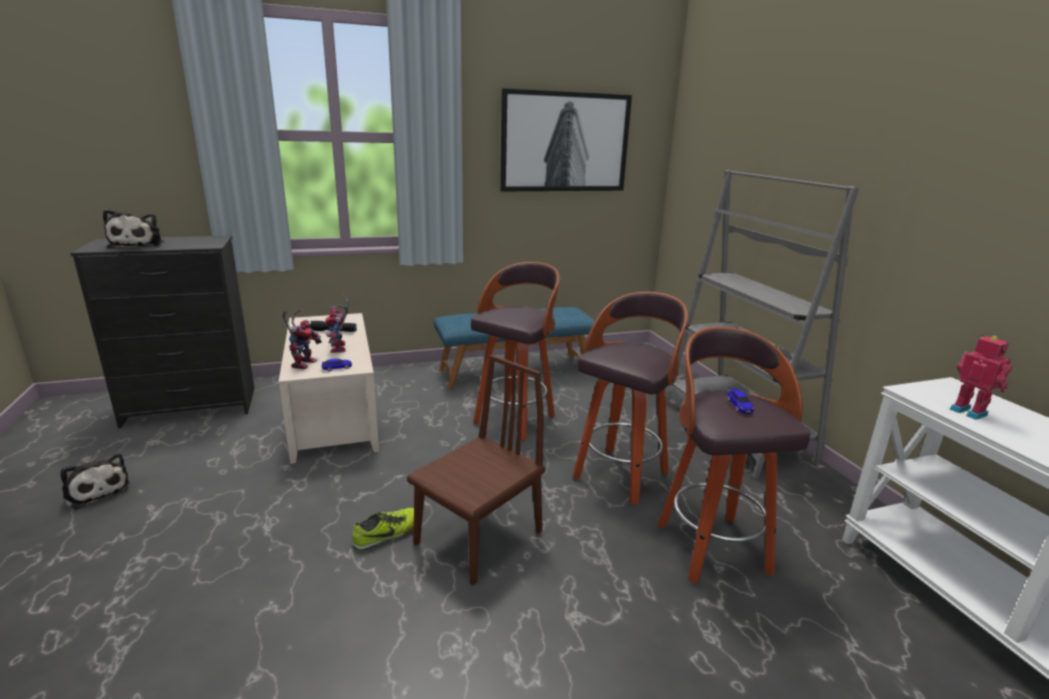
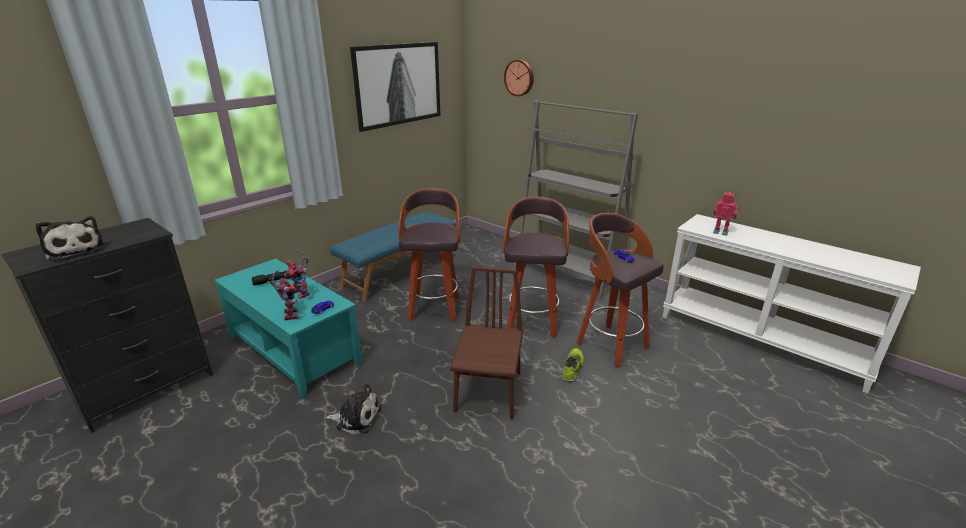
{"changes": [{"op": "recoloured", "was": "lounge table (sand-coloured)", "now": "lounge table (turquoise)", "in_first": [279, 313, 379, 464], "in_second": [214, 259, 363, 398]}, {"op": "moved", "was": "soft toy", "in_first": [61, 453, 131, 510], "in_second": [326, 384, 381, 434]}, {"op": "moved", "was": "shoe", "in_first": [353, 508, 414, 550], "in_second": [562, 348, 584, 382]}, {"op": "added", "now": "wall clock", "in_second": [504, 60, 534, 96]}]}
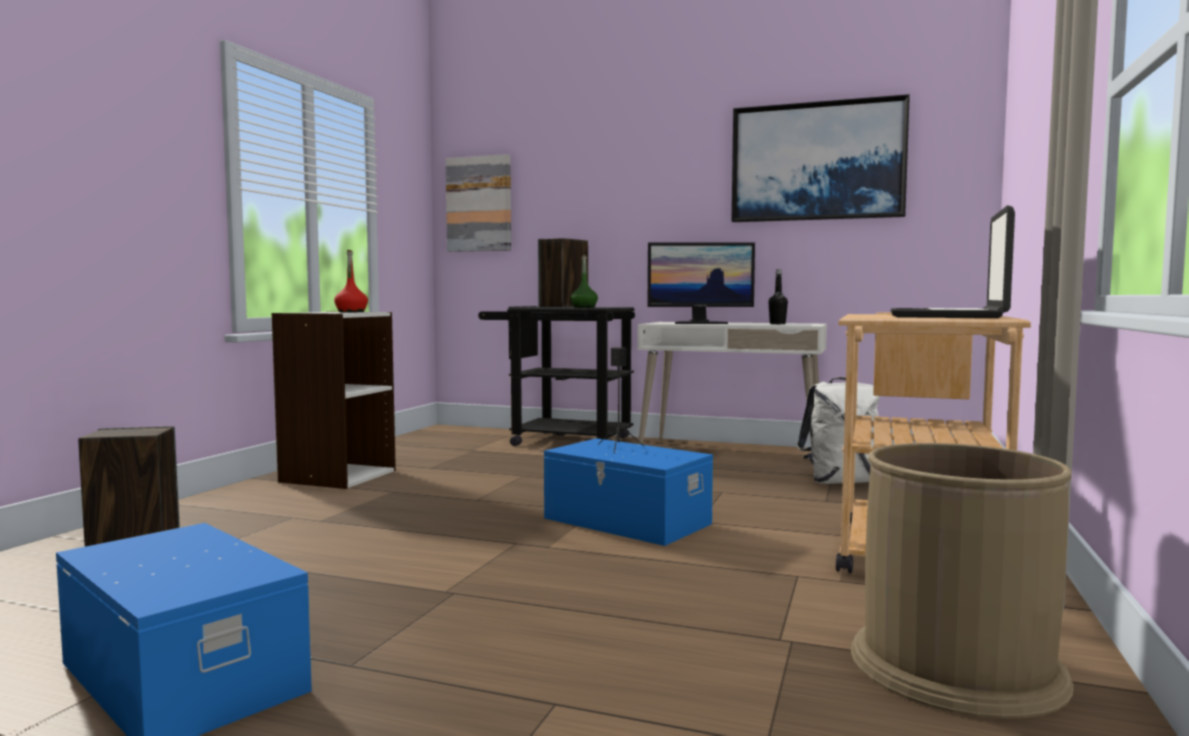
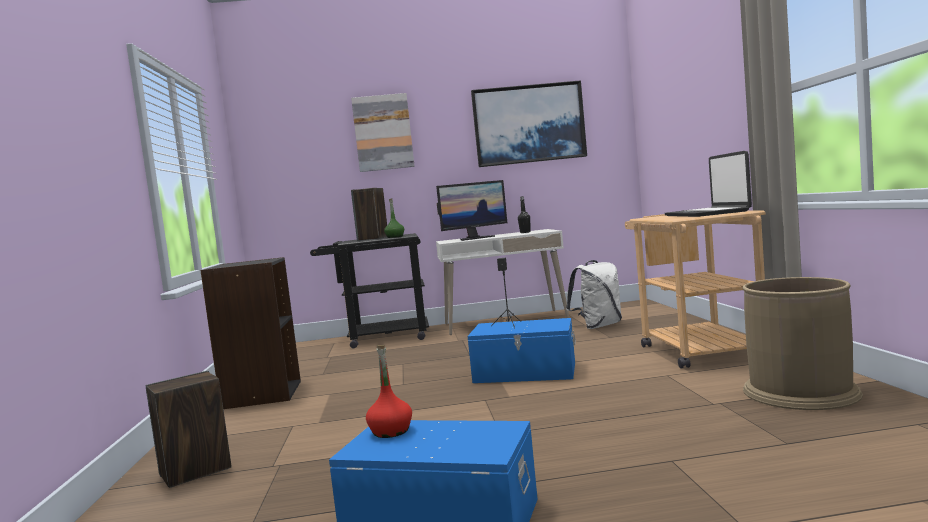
{"changes": [{"op": "moved", "was": "wall art", "in_first": [445, 154, 511, 252], "in_second": [351, 93, 414, 172]}, {"op": "moved", "was": "drink bottle (red-coloured)", "in_first": [334, 250, 368, 312], "in_second": [366, 345, 412, 438]}, {"op": "recoloured", "was": "shelving unit (white-coloured)", "now": "shelving unit (black-coloured)", "in_first": [272, 312, 396, 489], "in_second": [200, 257, 301, 409]}]}
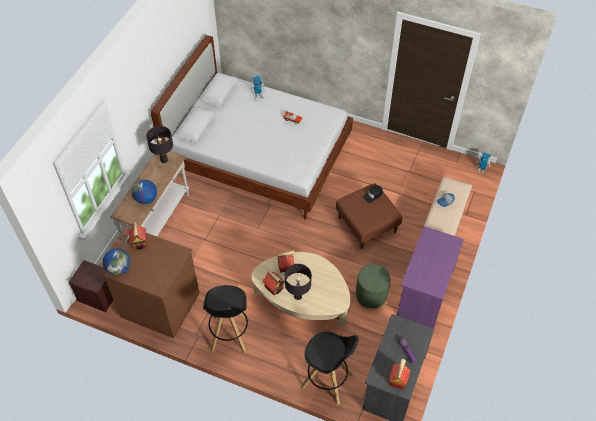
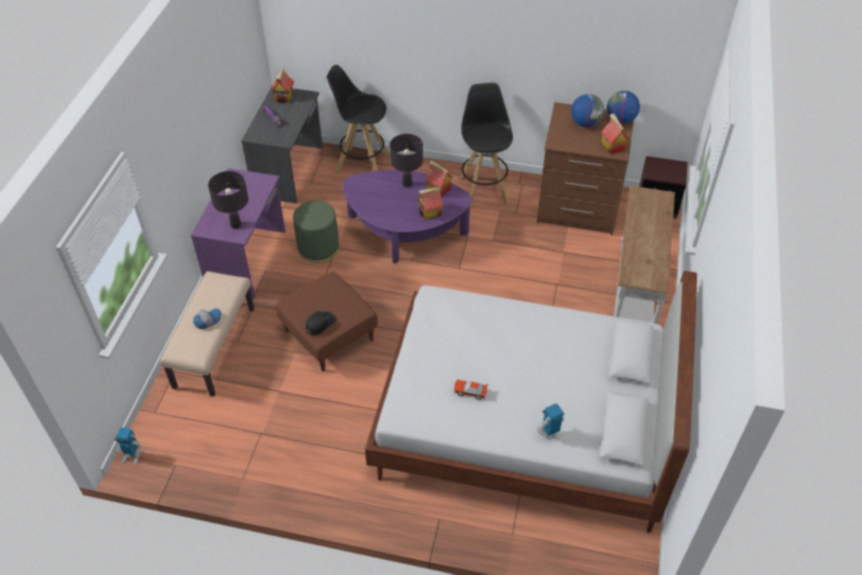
{"changes": [{"op": "moved", "was": "table lamp (black-coloured)", "in_first": [146, 126, 173, 163], "in_second": [208, 171, 249, 229]}, {"op": "moved", "was": "world globe", "in_first": [132, 180, 157, 204], "in_second": [571, 94, 604, 127]}, {"op": "recoloured", "was": "lounge table (sand-coloured)", "now": "lounge table (purplish)", "in_first": [251, 252, 350, 326], "in_second": [343, 170, 472, 263]}]}
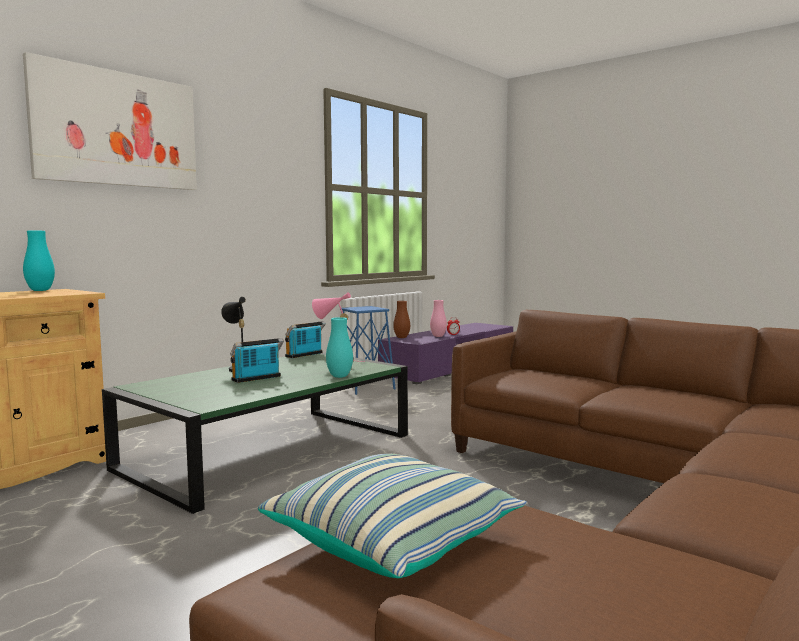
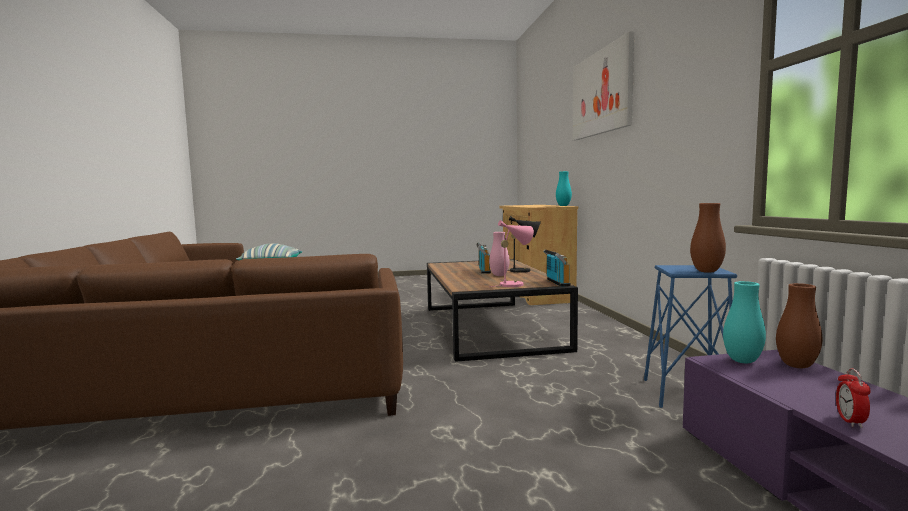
{"changes": [{"op": "moved", "was": "vase (pink)", "in_first": [430, 300, 447, 337], "in_second": [489, 232, 510, 276]}, {"op": "moved", "was": "vase (turquoise)", "in_first": [326, 317, 353, 378], "in_second": [723, 281, 766, 363]}, {"op": "recoloured", "was": "lounge table (green-coloured)", "now": "lounge table (brown-coloured)", "in_first": [102, 352, 408, 514], "in_second": [427, 259, 578, 362]}, {"op": "added", "now": "vase (brown-coloured)", "in_second": [690, 203, 726, 273]}]}
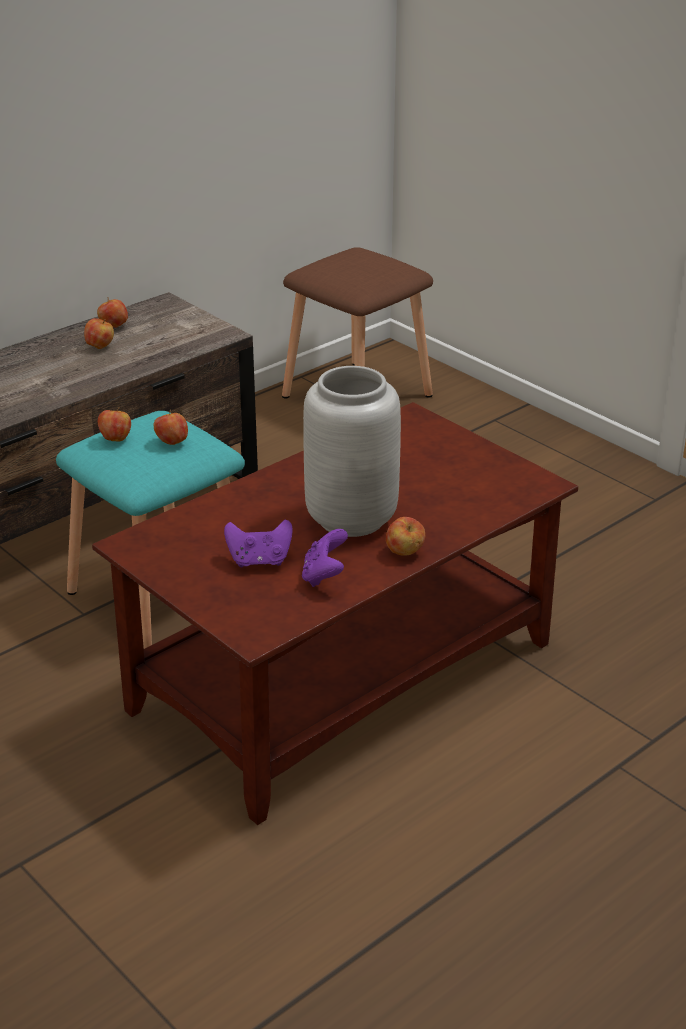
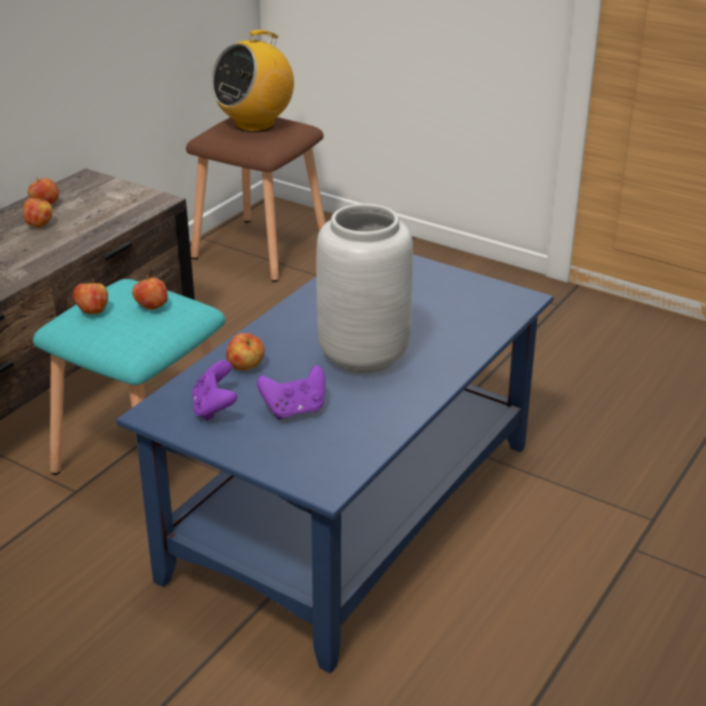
{"changes": [{"op": "recoloured", "was": "lounge table (brown-coloured)", "now": "lounge table (blue)", "in_first": [92, 402, 578, 825], "in_second": [116, 254, 554, 673]}, {"op": "moved", "was": "apple fruit", "in_first": [386, 517, 425, 556], "in_second": [226, 333, 265, 370]}, {"op": "moved", "was": "gamepad (purplish)", "in_first": [302, 529, 348, 587], "in_second": [192, 360, 237, 421]}, {"op": "added", "now": "radio receiver", "in_second": [211, 30, 294, 132]}]}
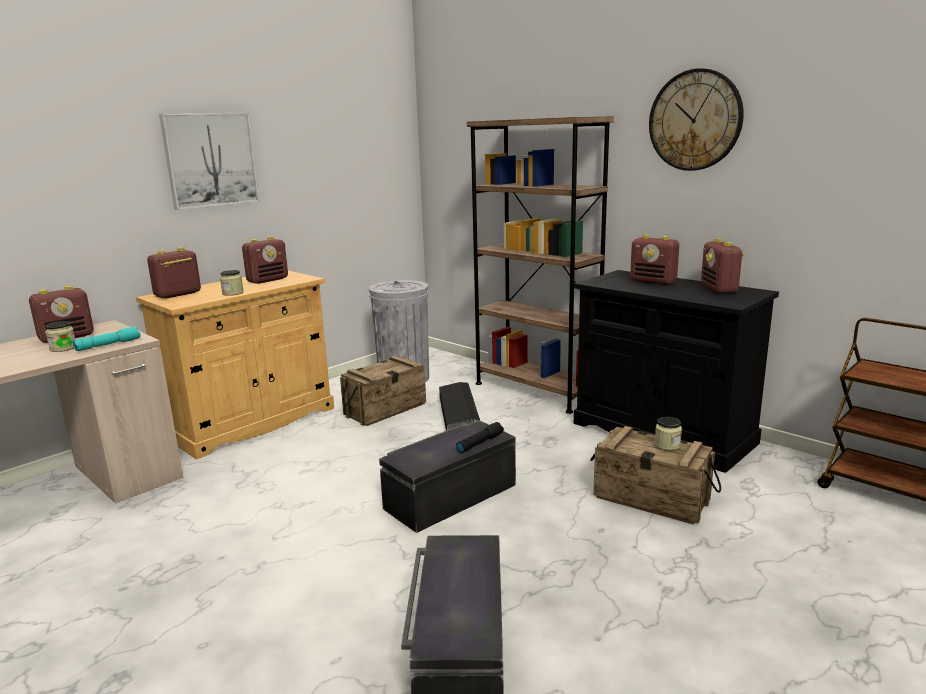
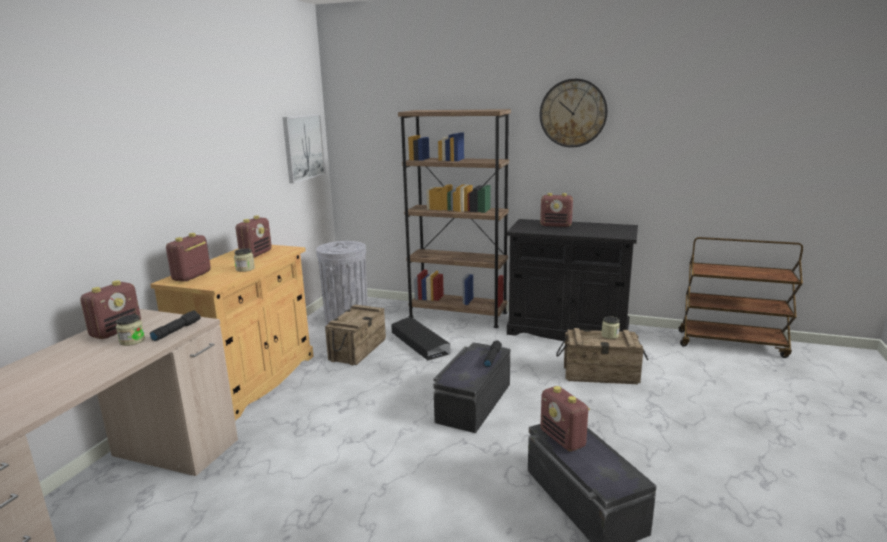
{"changes": [{"op": "moved", "was": "wall art", "in_first": [159, 113, 260, 210], "in_second": [282, 114, 326, 183]}, {"op": "moved", "was": "radio receiver", "in_first": [701, 238, 745, 293], "in_second": [540, 386, 590, 452]}, {"op": "recoloured", "was": "torch (turquoise)", "now": "torch (black-coloured)", "in_first": [73, 327, 141, 351], "in_second": [150, 310, 201, 341]}]}
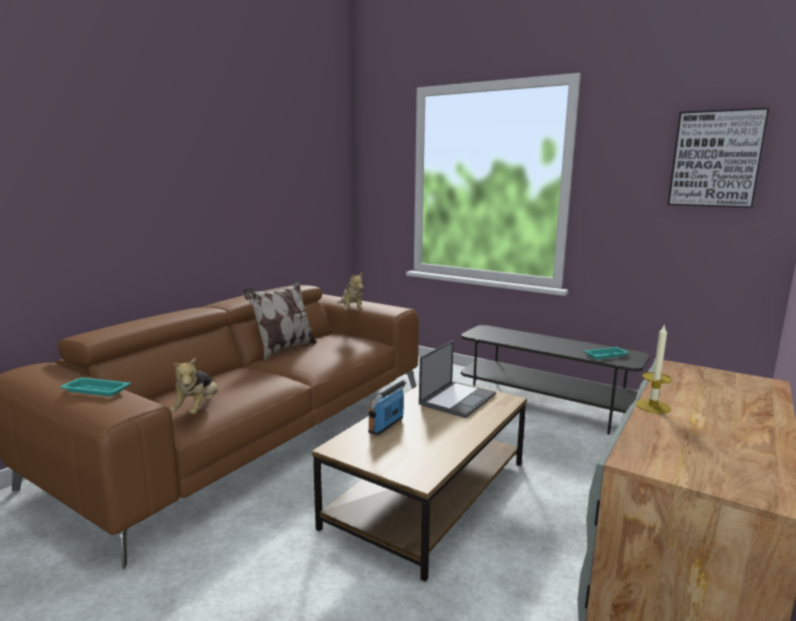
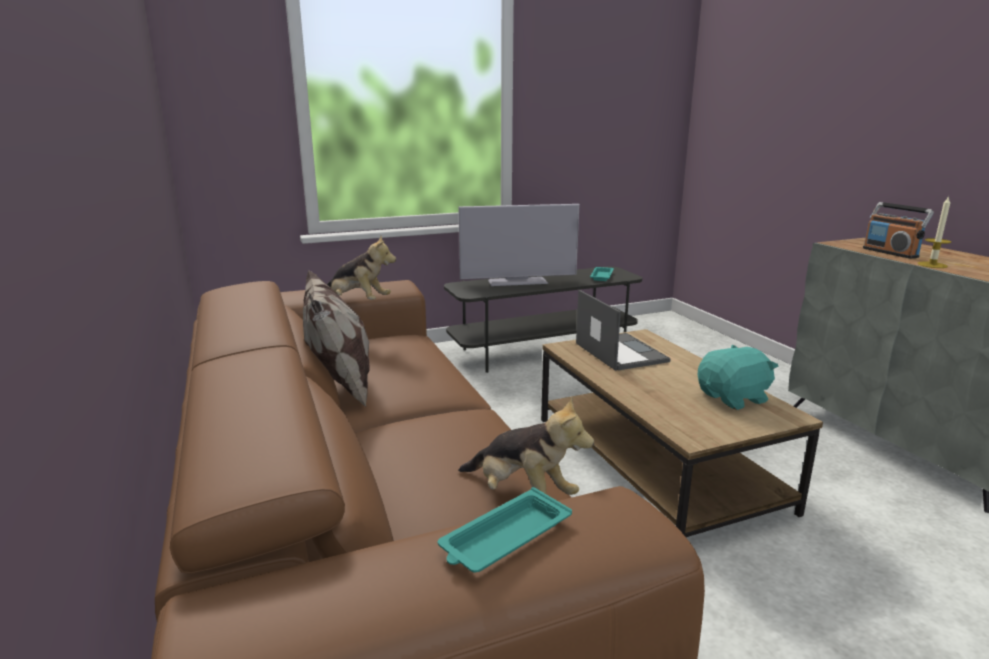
{"changes": [{"op": "removed", "was": "wall art", "in_first": [668, 108, 769, 208]}, {"op": "moved", "was": "radio receiver", "in_first": [368, 380, 407, 435], "in_second": [863, 202, 934, 259]}, {"op": "added", "now": "TV", "in_second": [458, 204, 580, 286]}, {"op": "added", "now": "soft toy (turquoise)", "in_second": [698, 344, 778, 410]}]}
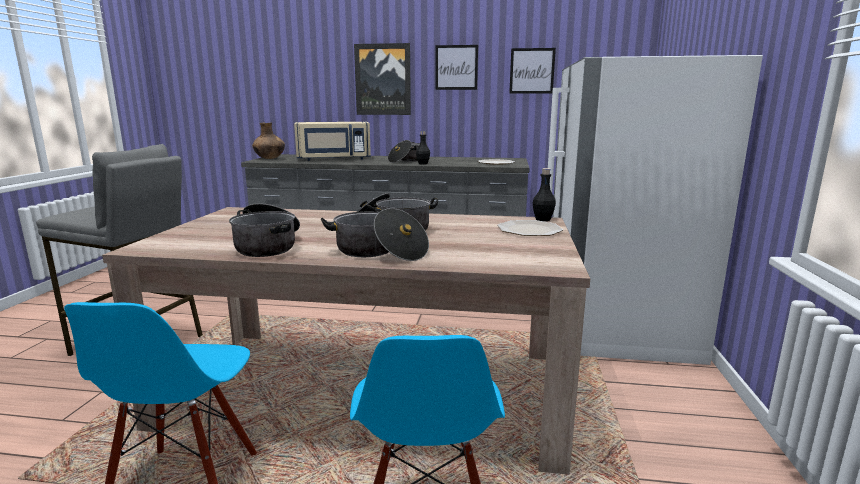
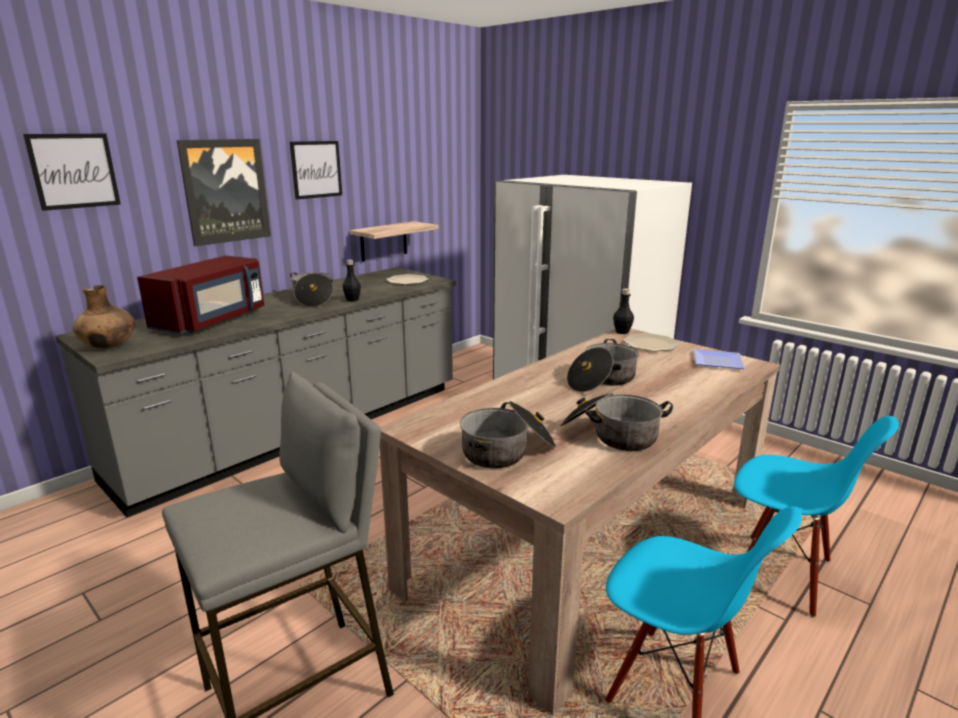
{"changes": [{"op": "moved", "was": "wall art", "in_first": [509, 48, 556, 94], "in_second": [23, 134, 121, 211]}, {"op": "recoloured", "was": "microwave oven (sand-coloured)", "now": "microwave oven (red-coloured)", "in_first": [294, 122, 371, 161], "in_second": [137, 255, 264, 334]}, {"op": "moved", "was": "stockpot", "in_first": [321, 208, 429, 261], "in_second": [460, 401, 556, 469]}, {"op": "added", "now": "shelf", "in_second": [350, 221, 439, 262]}, {"op": "added", "now": "plate", "in_second": [694, 349, 745, 369]}]}
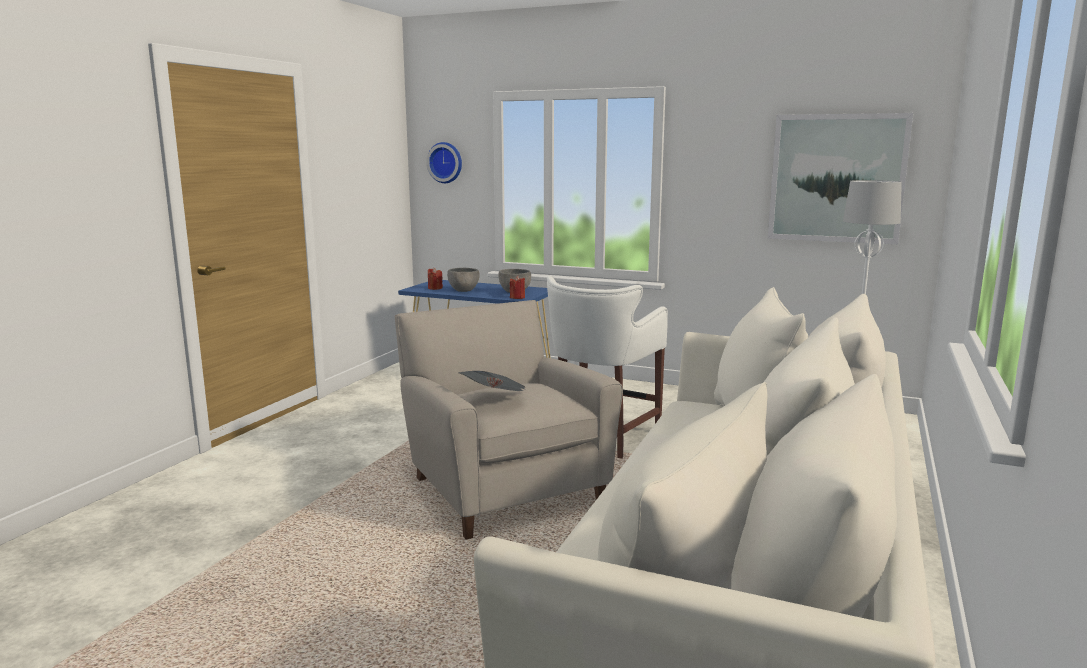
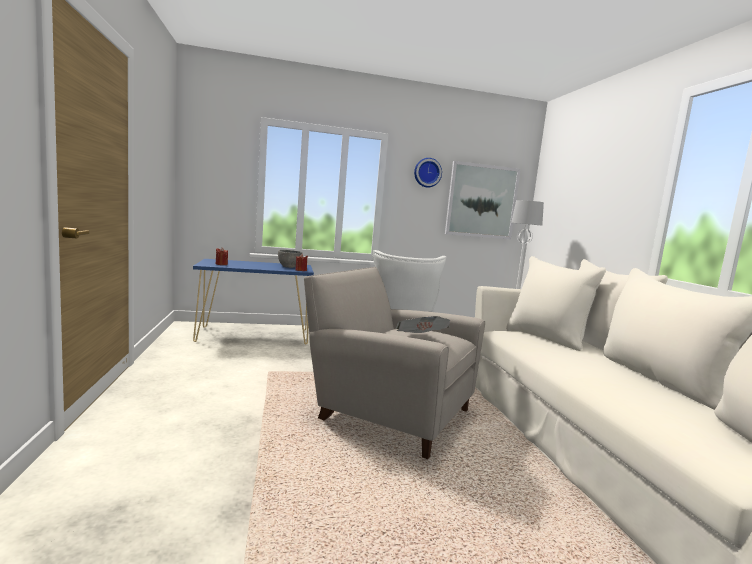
{"changes": [{"op": "moved", "was": "wall clock", "in_first": [426, 142, 462, 183], "in_second": [414, 158, 442, 187]}, {"op": "removed", "was": "deep dish (greyish)", "in_first": [447, 268, 480, 292]}]}
